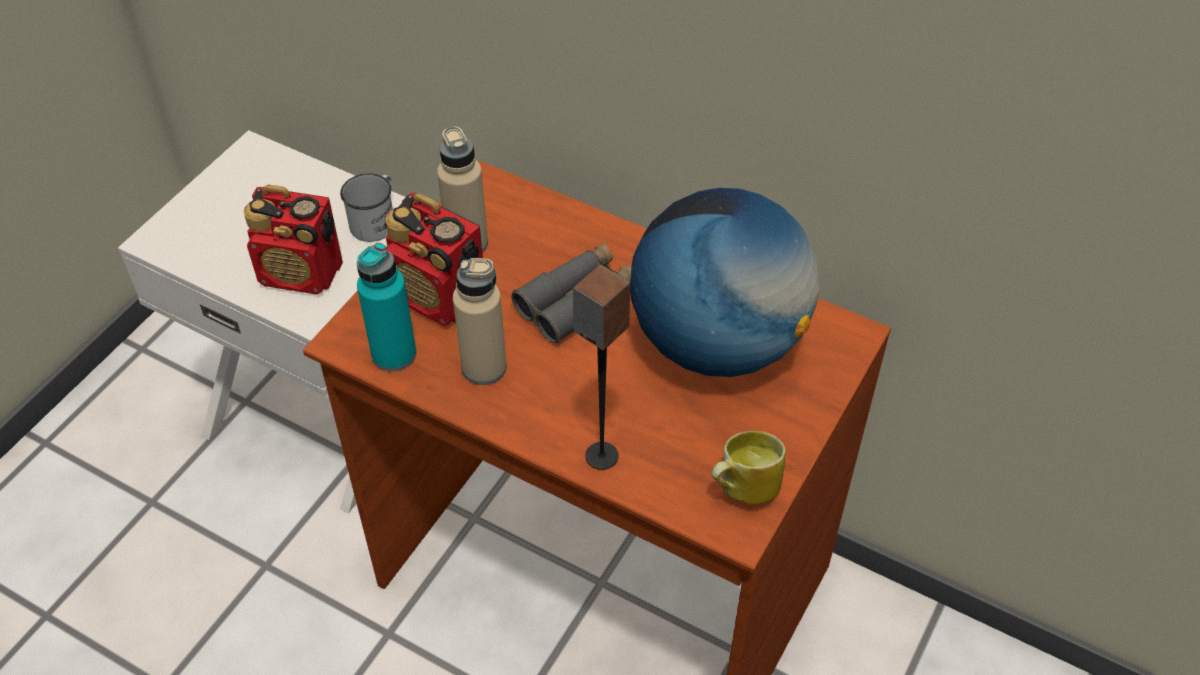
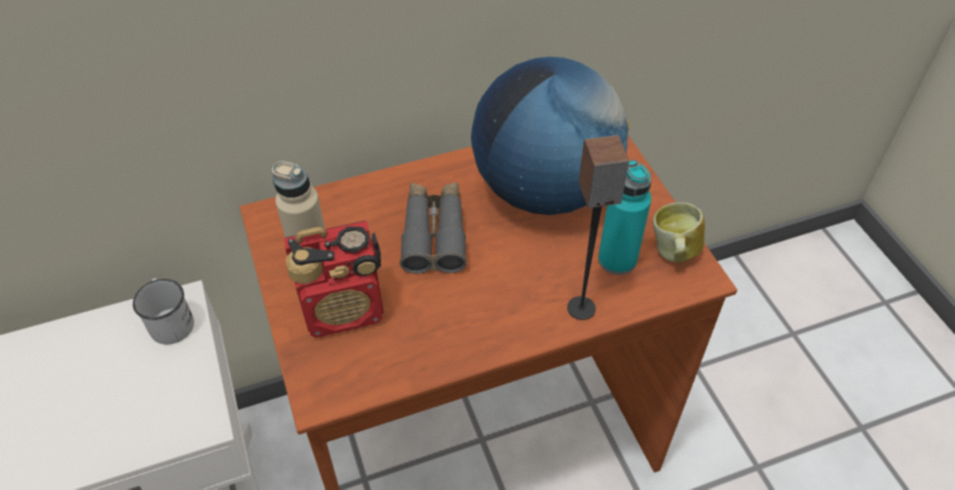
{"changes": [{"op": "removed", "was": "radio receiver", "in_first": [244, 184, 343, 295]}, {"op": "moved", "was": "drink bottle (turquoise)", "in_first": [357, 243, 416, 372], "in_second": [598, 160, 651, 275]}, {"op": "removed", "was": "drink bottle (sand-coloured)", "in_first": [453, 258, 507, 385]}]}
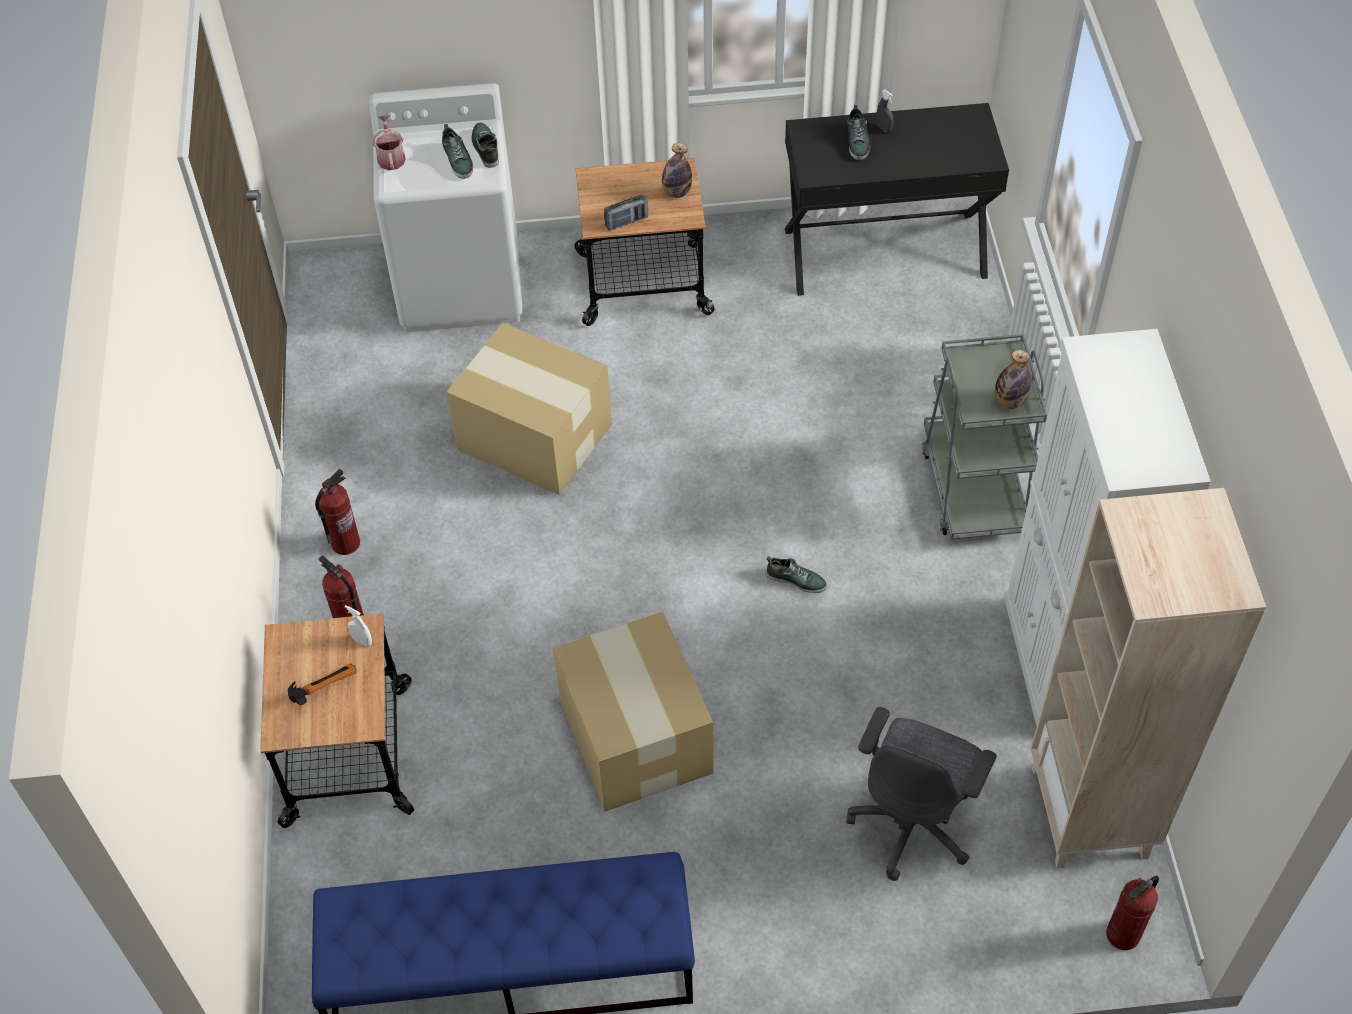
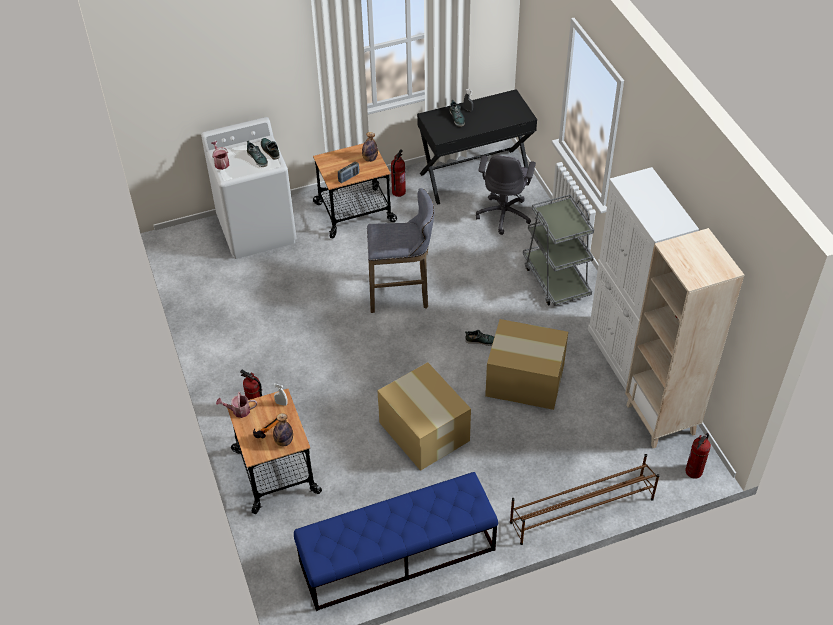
{"changes": [{"op": "moved", "was": "packing box", "in_first": [446, 323, 612, 495], "in_second": [485, 319, 568, 410]}, {"op": "moved", "was": "drink bottle", "in_first": [995, 350, 1031, 409], "in_second": [273, 413, 293, 446]}, {"op": "moved", "was": "fire extinguisher", "in_first": [315, 469, 360, 555], "in_second": [391, 149, 406, 197]}, {"op": "moved", "was": "desk chair (greyish)", "in_first": [846, 707, 997, 881], "in_second": [476, 156, 536, 235]}, {"op": "added", "now": "stool seat (greyish)", "in_second": [367, 188, 435, 313]}, {"op": "added", "now": "sprinkling can", "in_second": [216, 392, 257, 418]}, {"op": "added", "now": "shoe rack (brown-coloured)", "in_second": [510, 454, 660, 545]}]}
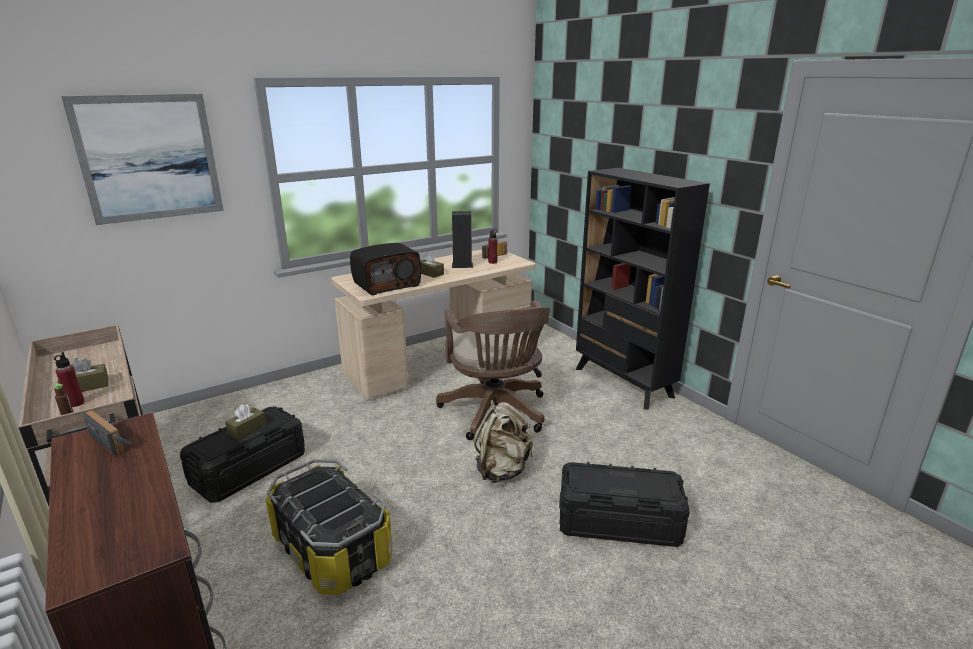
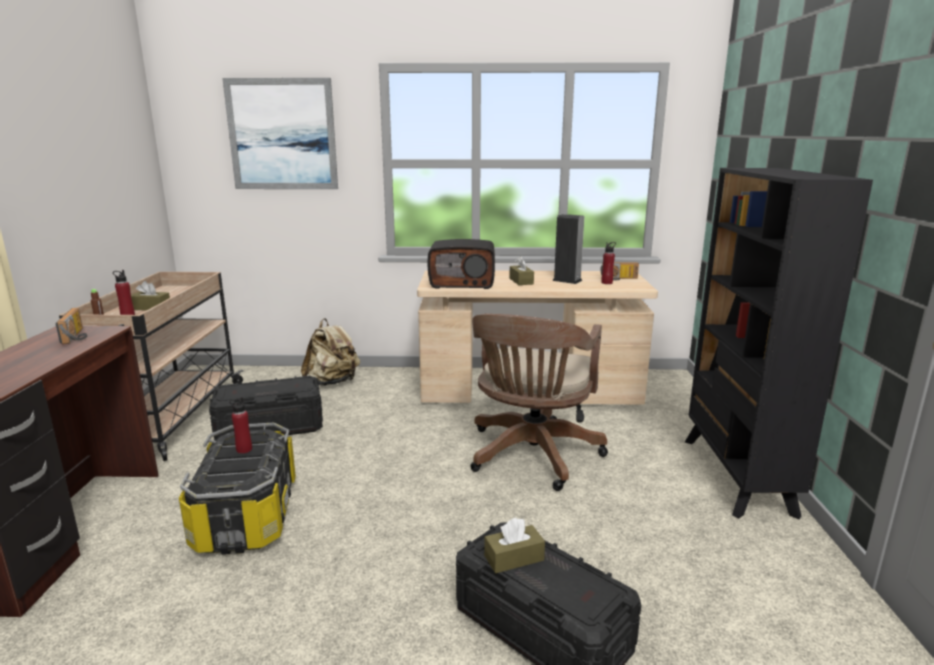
{"changes": [{"op": "moved", "was": "rucksack (sand-coloured)", "in_first": [474, 400, 533, 483], "in_second": [301, 318, 360, 386]}, {"op": "moved", "was": "tissue holder (brown-coloured)", "in_first": [225, 404, 266, 439], "in_second": [484, 518, 545, 573]}, {"op": "added", "now": "drink bottle (red-coloured)", "in_second": [229, 397, 252, 454]}]}
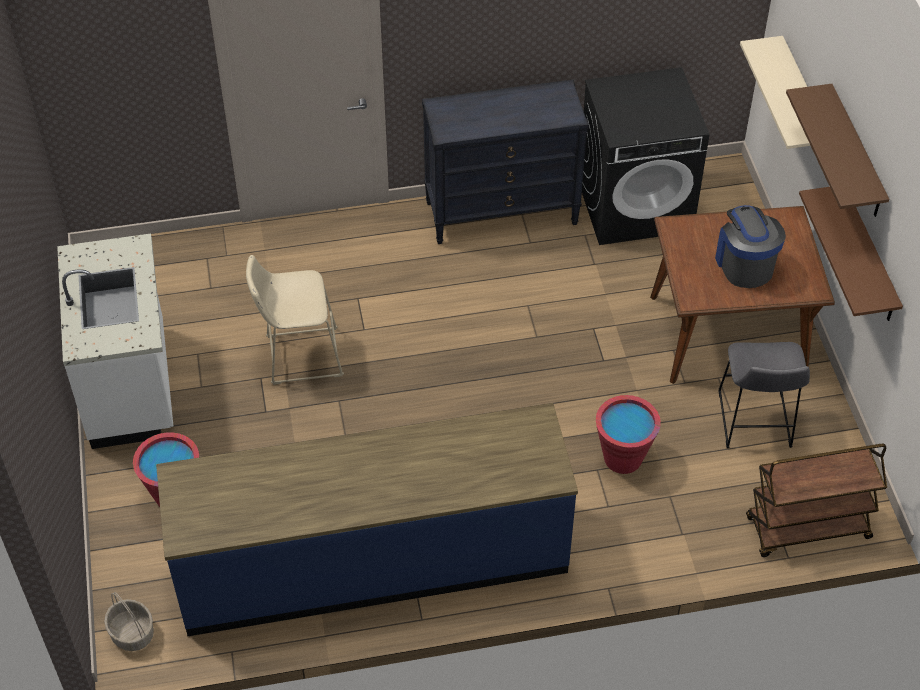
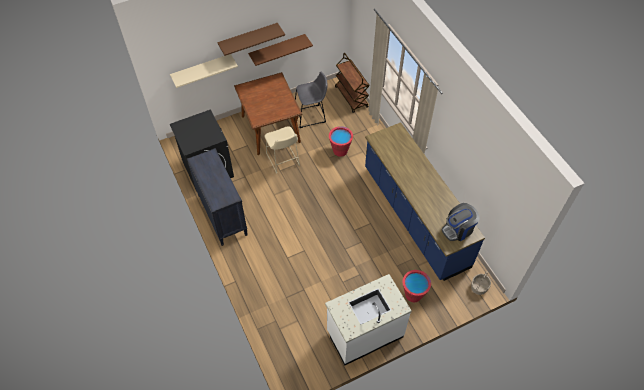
{"changes": [{"op": "moved", "was": "coffee brewer", "in_first": [715, 205, 786, 288], "in_second": [442, 203, 480, 241]}, {"op": "moved", "was": "stool seat (sand-coloured)", "in_first": [246, 255, 344, 385], "in_second": [265, 126, 300, 174]}]}
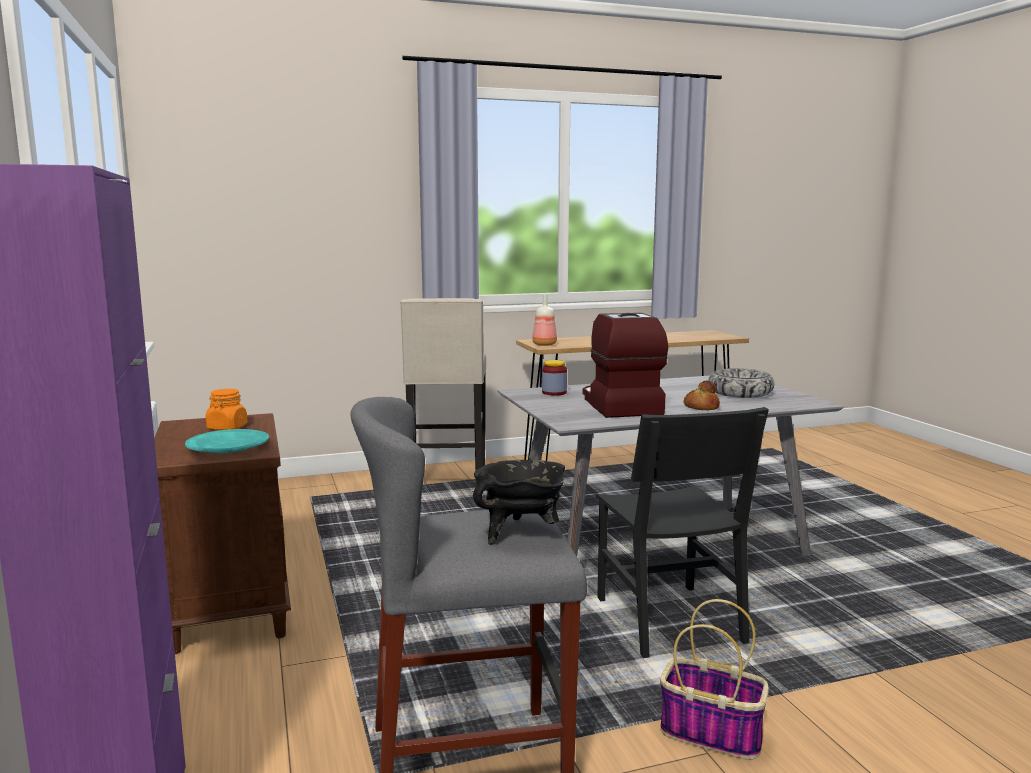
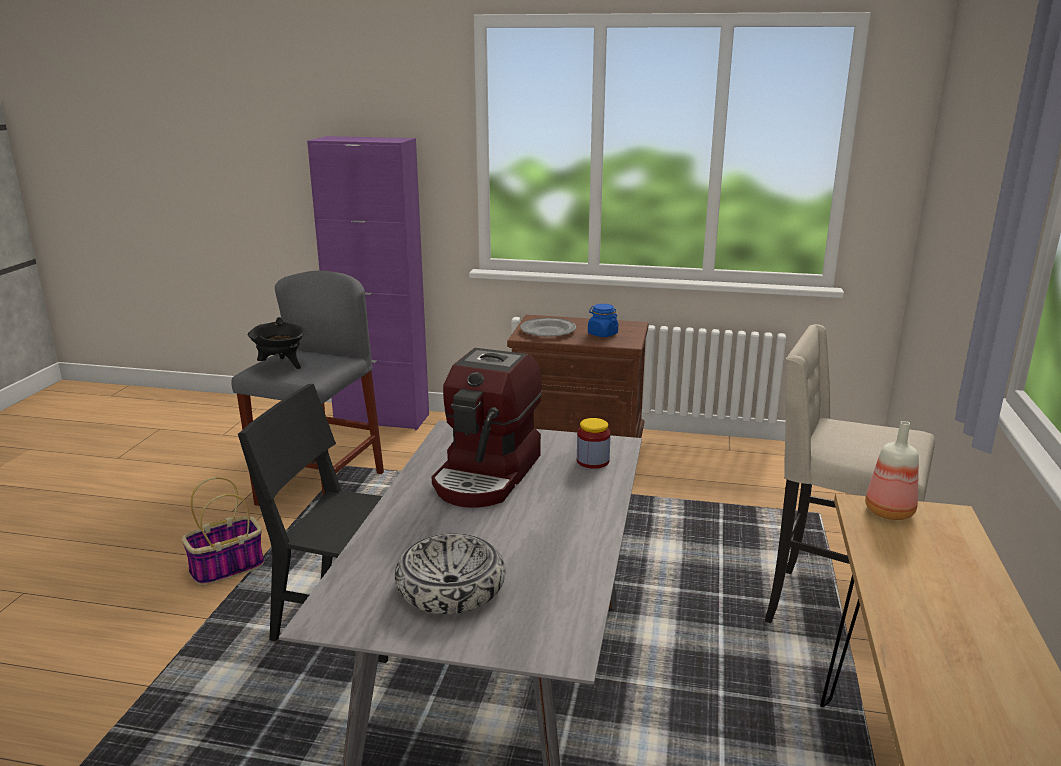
{"changes": [{"op": "turned", "was": "coffee brewer", "in_first": [583, 313, 668, 418], "in_second": [431, 348, 542, 508], "clockwise": 90}, {"op": "removed", "was": "bakery bread", "in_first": [684, 381, 720, 410]}, {"op": "recoloured", "was": "storage jar (orangey)", "now": "storage jar (blue)", "in_first": [205, 389, 247, 430], "in_second": [588, 304, 618, 337]}, {"op": "recoloured", "was": "plate (turquoise)", "now": "plate (greyish)", "in_first": [185, 429, 269, 453], "in_second": [520, 318, 576, 337]}]}
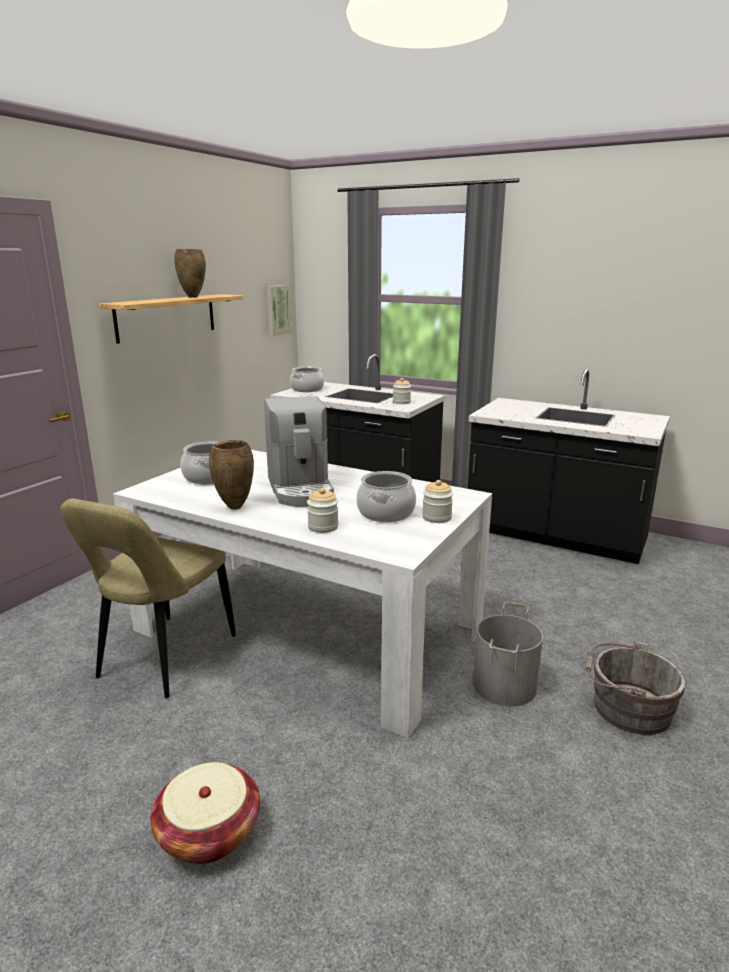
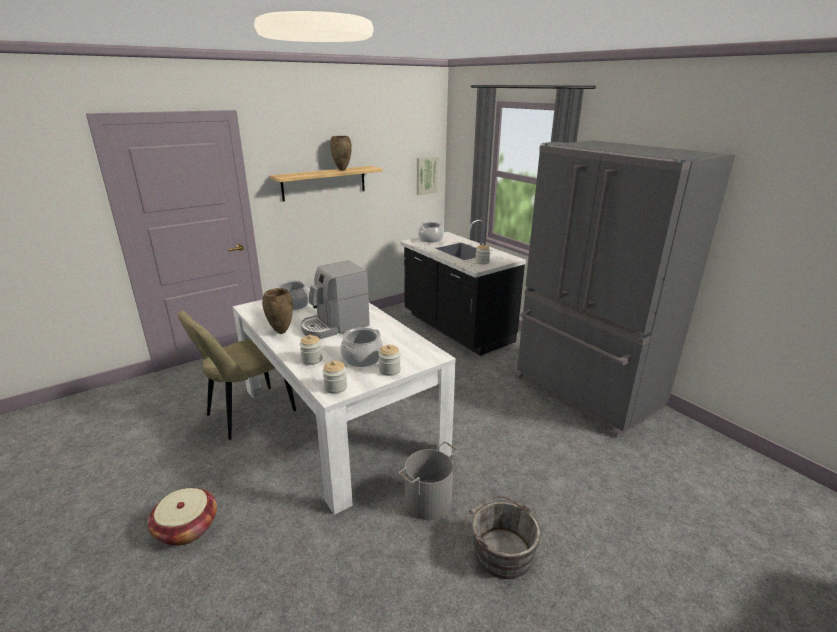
{"changes": [{"op": "replaced", "was": "counter (black-coloured)", "now": "refrigerator (greyish)", "in_first": [468, 369, 670, 564], "in_second": [515, 140, 735, 438]}, {"op": "turned", "was": "coffee brewer", "in_first": [264, 396, 334, 507], "in_second": [301, 260, 370, 339], "clockwise": 45}, {"op": "added", "now": "storage jar", "in_second": [323, 360, 347, 394]}]}
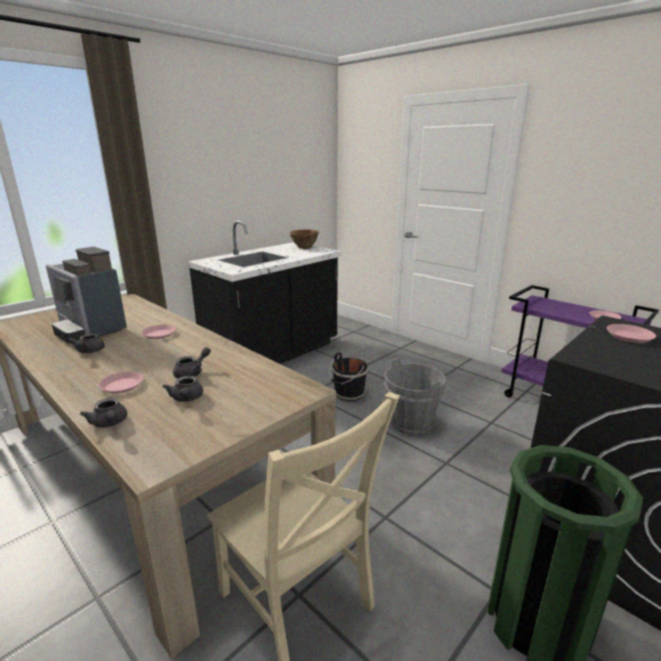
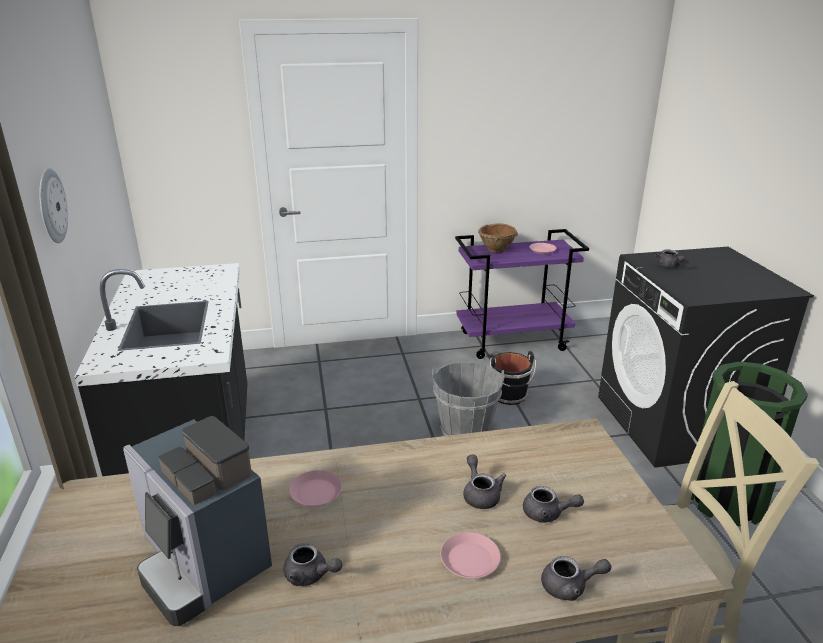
{"changes": [{"op": "moved", "was": "deep dish (brown-coloured)", "in_first": [290, 229, 319, 249], "in_second": [478, 223, 518, 252]}, {"op": "turned", "was": "coffee brewer", "in_first": [46, 247, 127, 344], "in_second": [123, 416, 272, 626], "clockwise": 60}, {"op": "replaced", "was": "plate (pink)", "now": "tea pot (greyish)", "in_first": [607, 324, 656, 343], "in_second": [656, 250, 685, 268]}, {"op": "moved", "was": "bucket (black-coloured)", "in_first": [329, 352, 368, 401], "in_second": [490, 351, 536, 405]}, {"op": "added", "now": "wall clock", "in_second": [39, 168, 68, 243]}]}
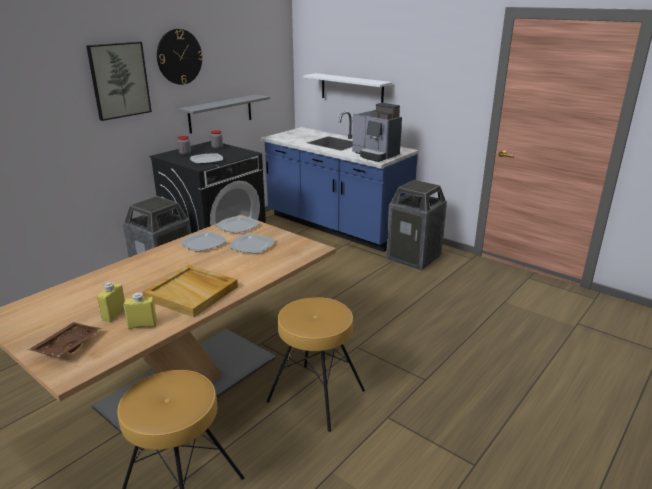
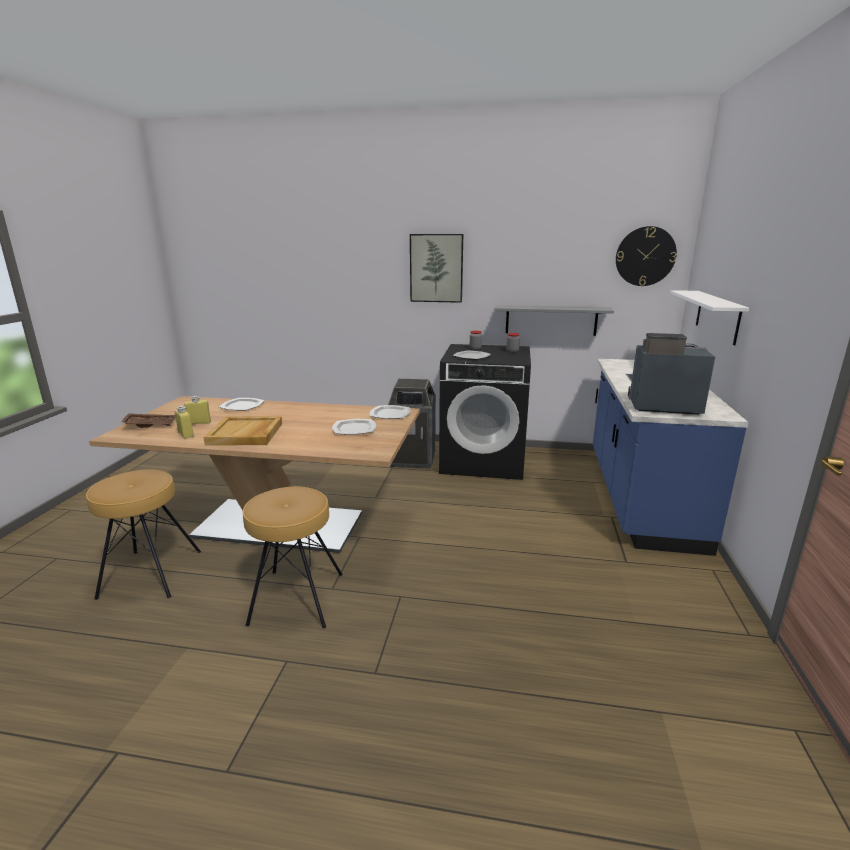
{"changes": [{"op": "moved", "was": "wall clock", "in_first": [157, 29, 203, 85], "in_second": [616, 226, 677, 286]}, {"op": "turned", "was": "coffee brewer", "in_first": [352, 103, 402, 162], "in_second": [628, 333, 715, 415], "clockwise": 90}, {"op": "removed", "was": "waste bin", "in_first": [386, 180, 447, 270]}, {"op": "moved", "was": "plate", "in_first": [180, 231, 227, 252], "in_second": [219, 398, 265, 411]}]}
